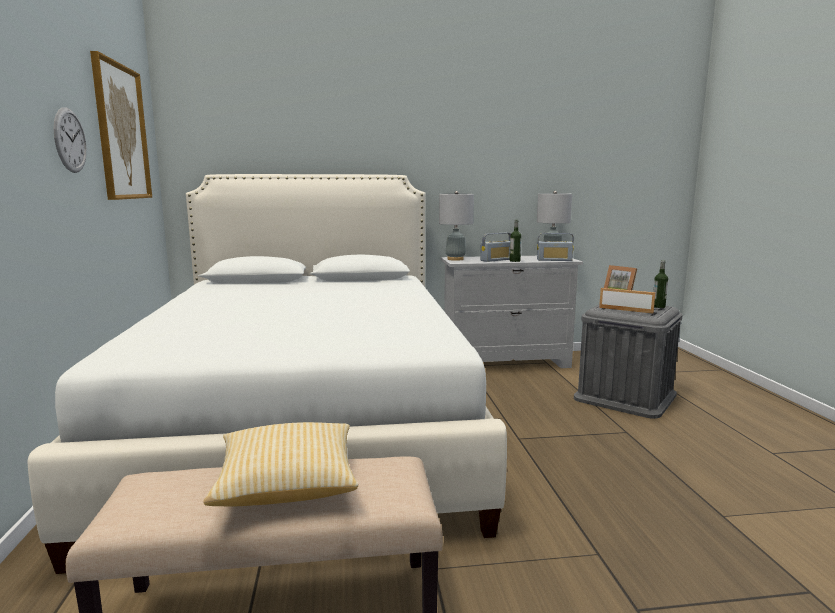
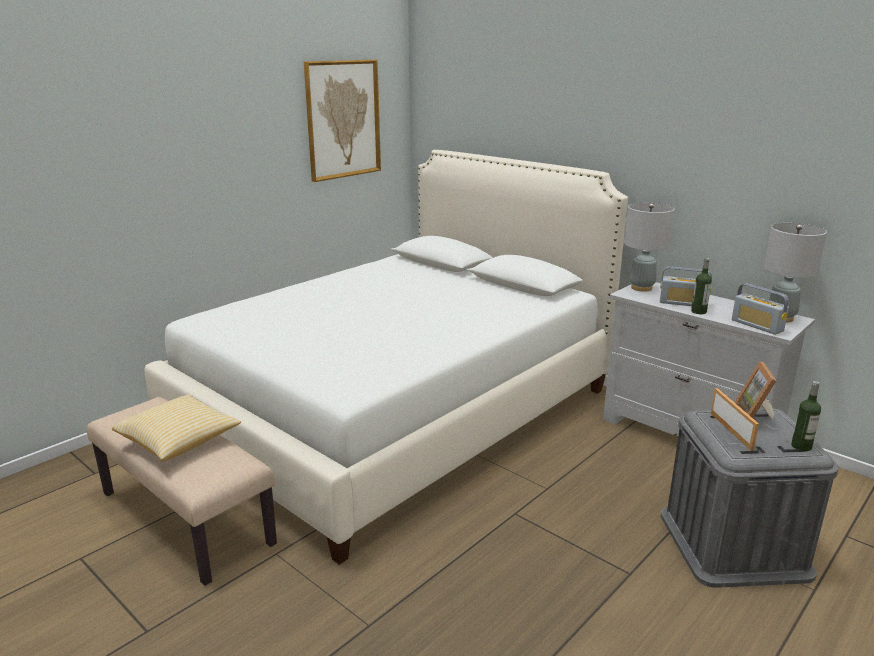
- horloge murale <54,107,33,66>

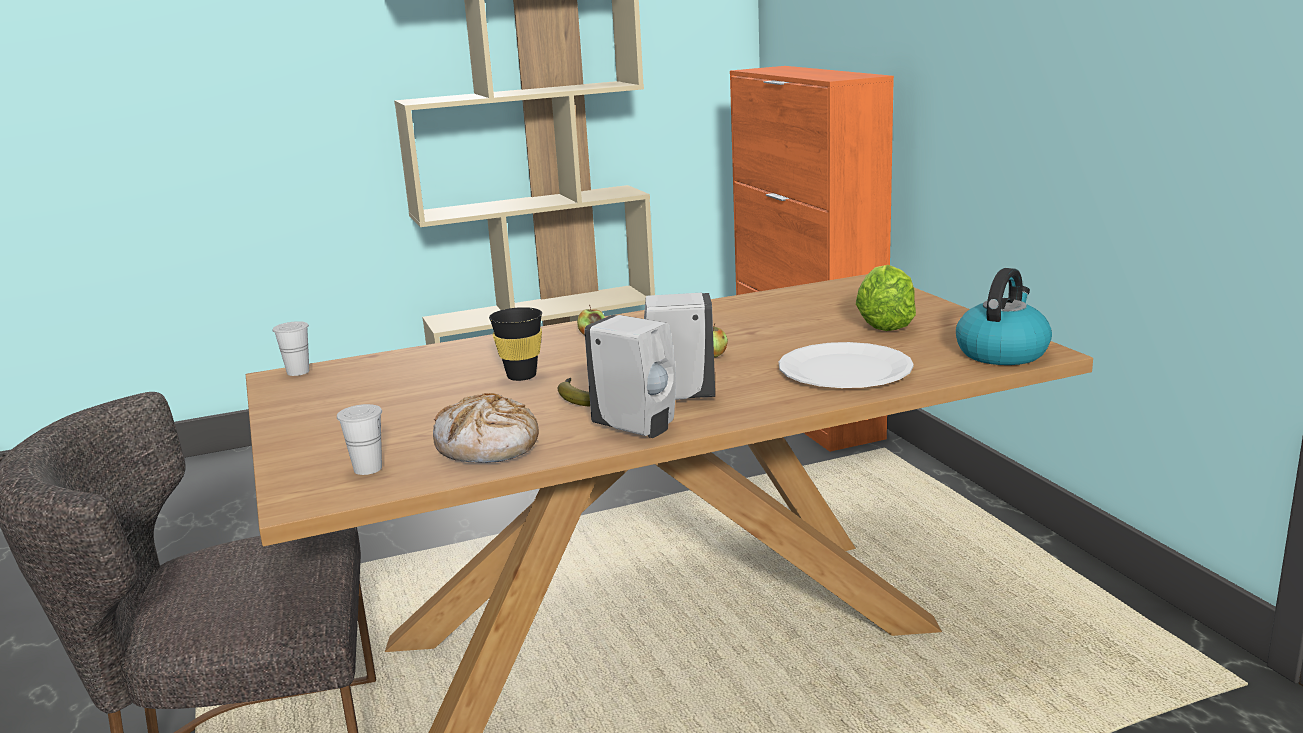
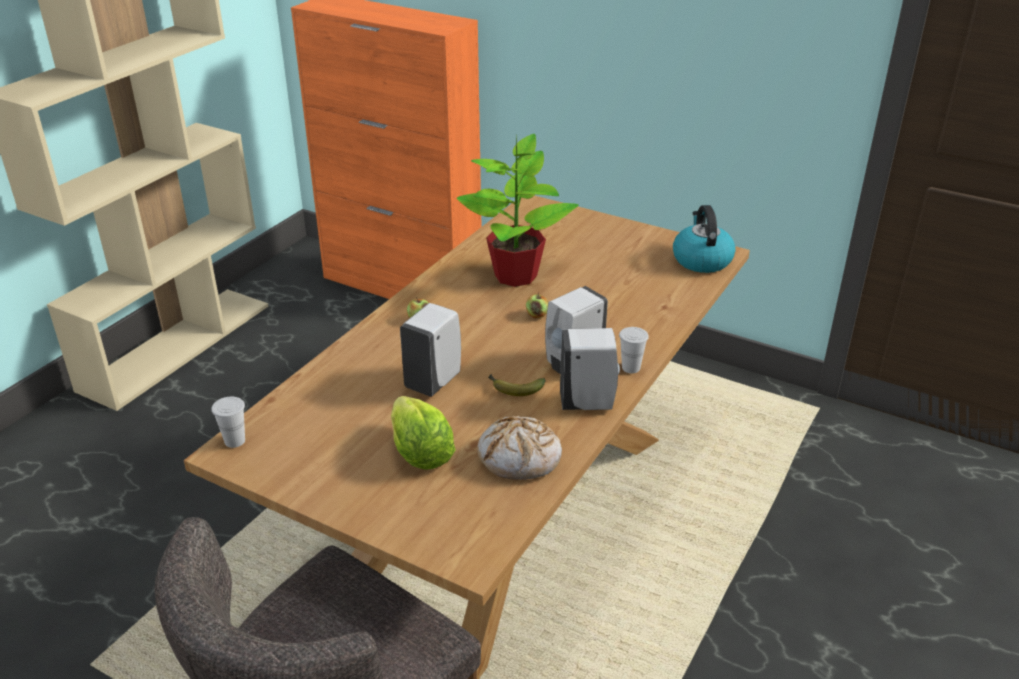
~ laitue <856,265,60,66> to <391,396,65,74>
~ tasse (noir) <489,307,53,74> to distributeur de savon (blanc) <400,303,61,94>
+ plante en pot <457,134,122,153>
~ tasse (blanc) <337,404,45,71> to <619,327,30,46>
- assiette (blanc) <779,342,135,46>

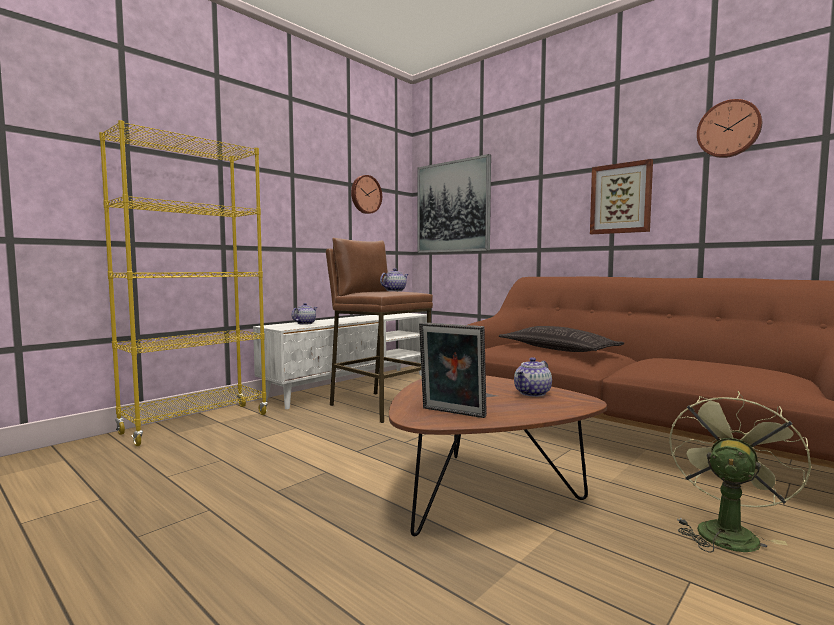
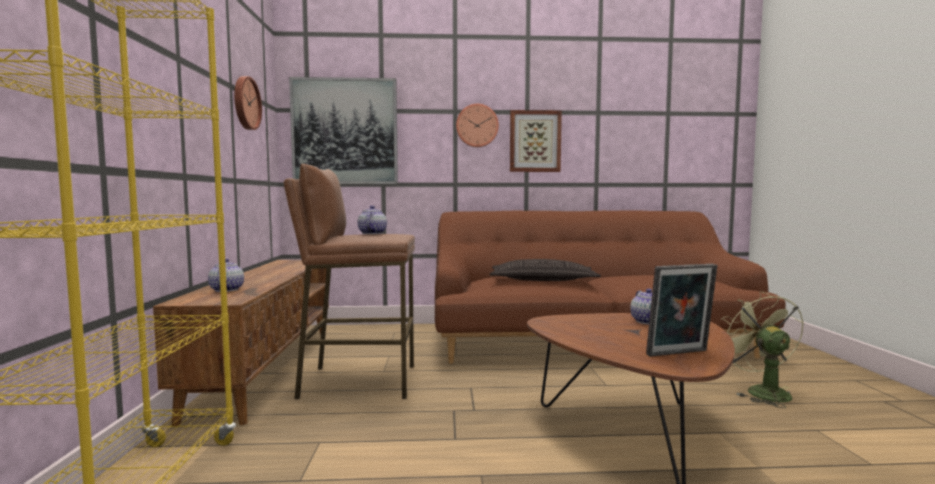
~ meuble télé (blanc) <253,313,174,96> to meuble télé (marron) <153,260,176,166>
~ horloge murale <697,99,65,59> to <456,104,43,43>

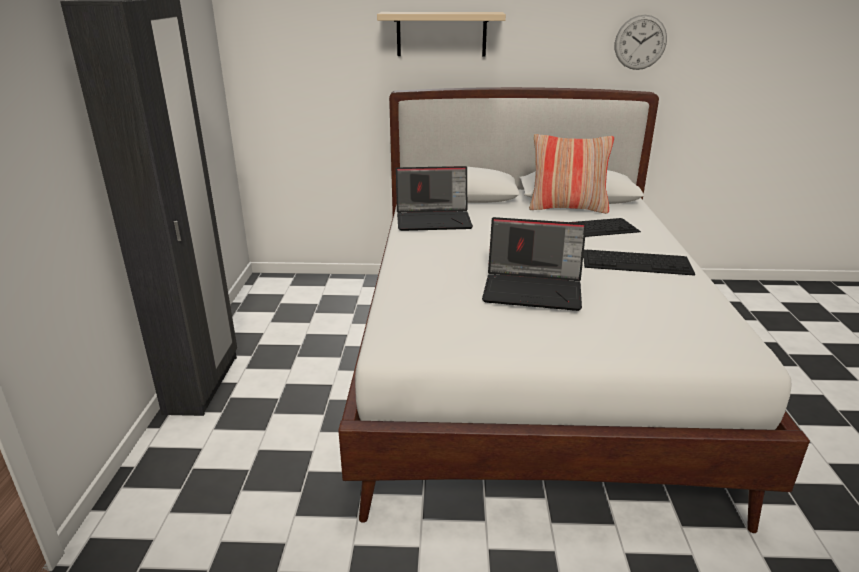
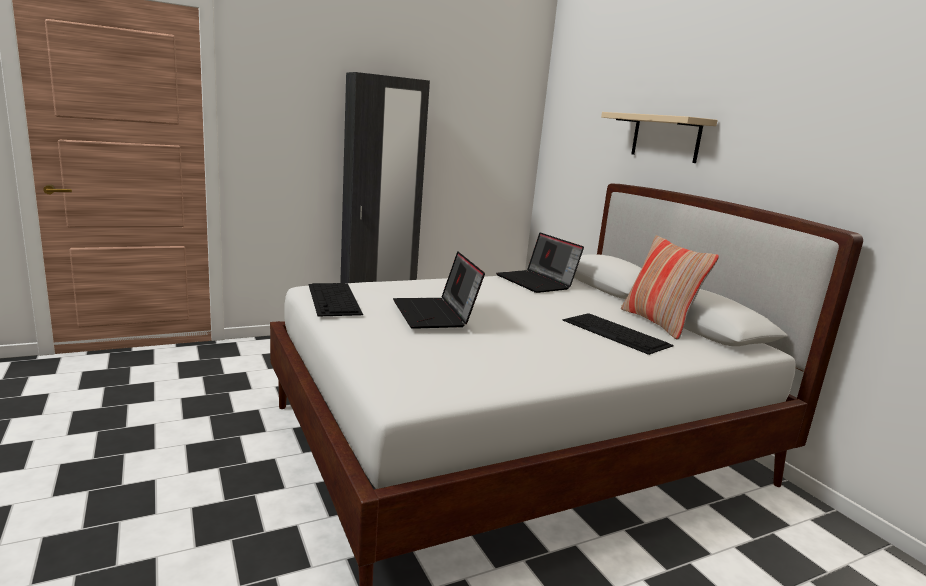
~ clavier <583,250,112,26> to <309,283,54,34>
- horloge murale <615,15,52,55>

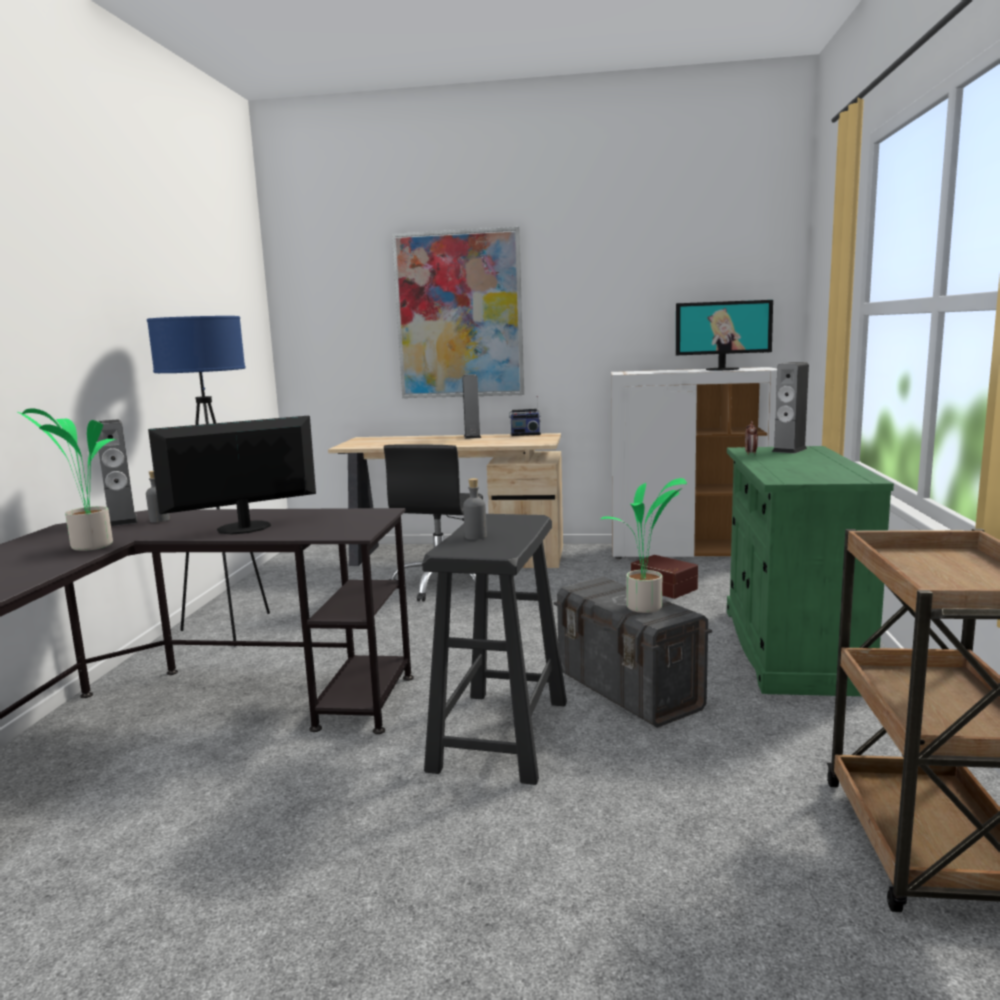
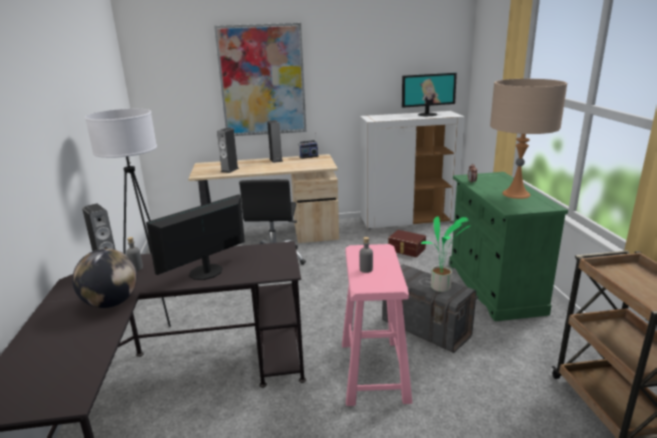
~ plante en pot <17,409,101,142> to globe <72,249,65,59>
~ lampadaire (bleu) <147,316,123,325> to lampadaire (blanc) <85,109,91,218>
~ enceinte <772,362,37,91> to <217,128,22,45>
~ tabouret (noir) <422,514,145,271> to tabouret (rose) <342,244,70,162>
+ lampe de table (beige) <490,79,77,120>

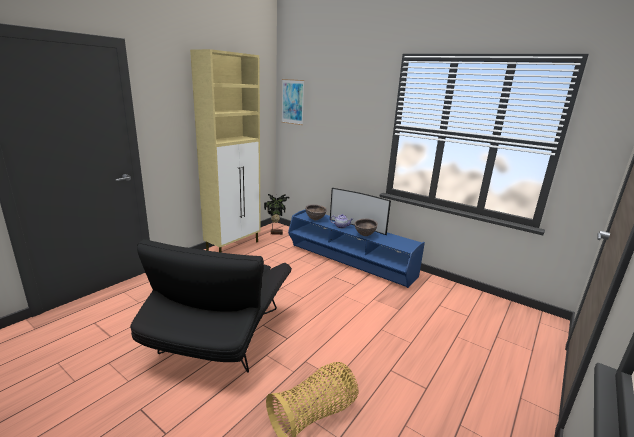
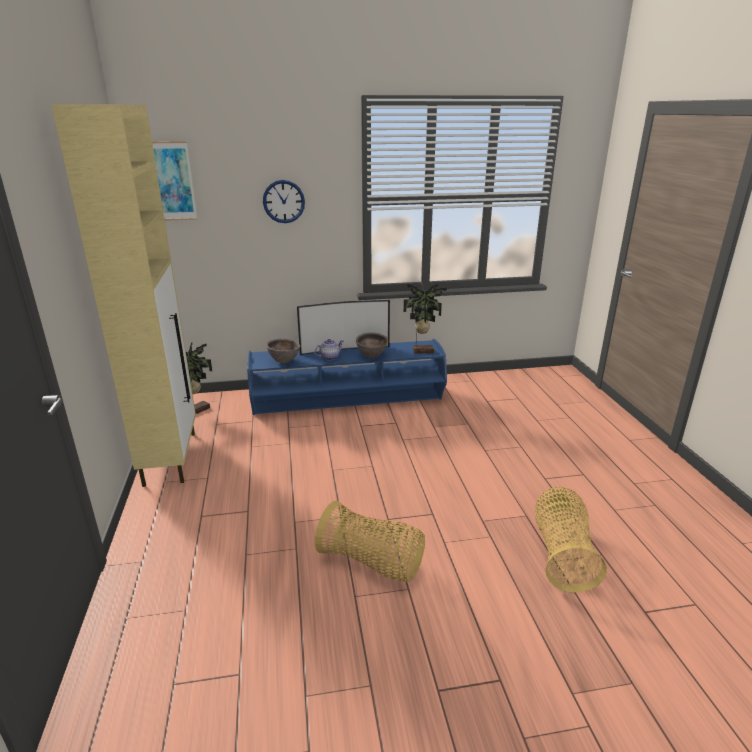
+ horloge murale <263,180,42,43>
~ fauteuil (noir) <130,239,162,134> to panier <315,501,110,81>
+ plante en pot <404,283,43,71>

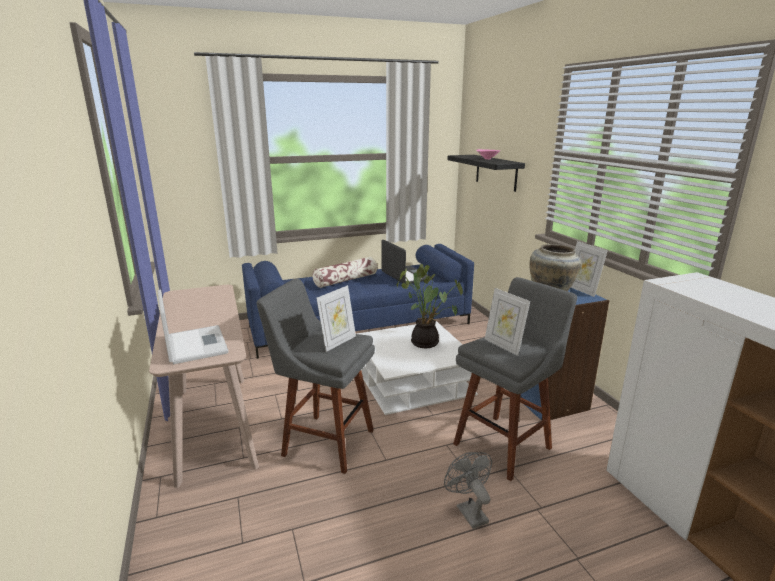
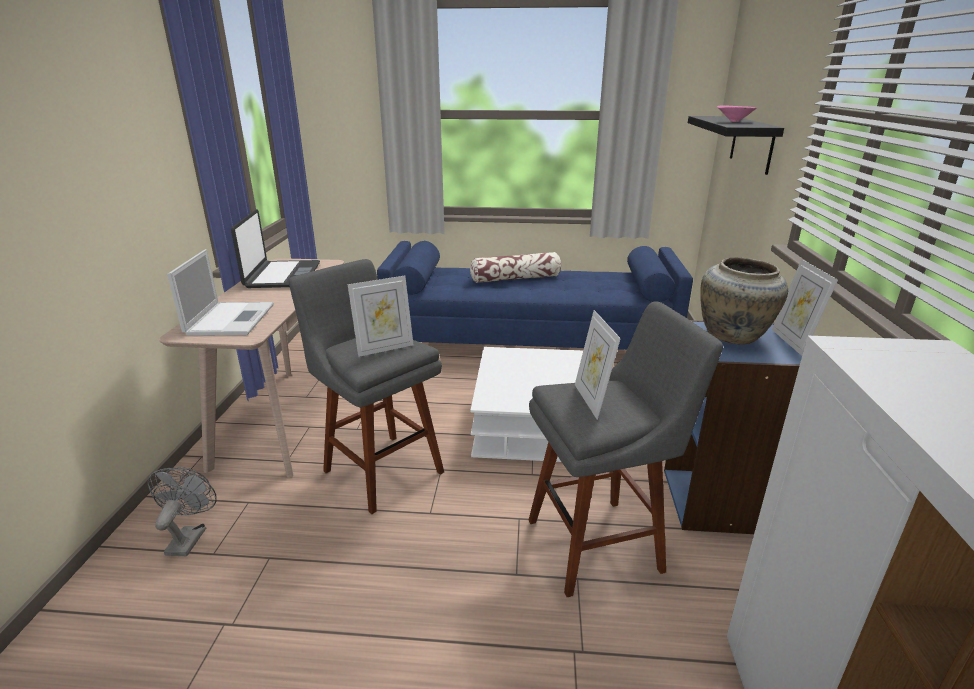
~ ventilateur (gris) <444,452,48,77> to <148,467,69,89>
~ ordinateur portable <381,240,52,44> to <231,209,89,79>
- plante en pot <396,264,67,84>

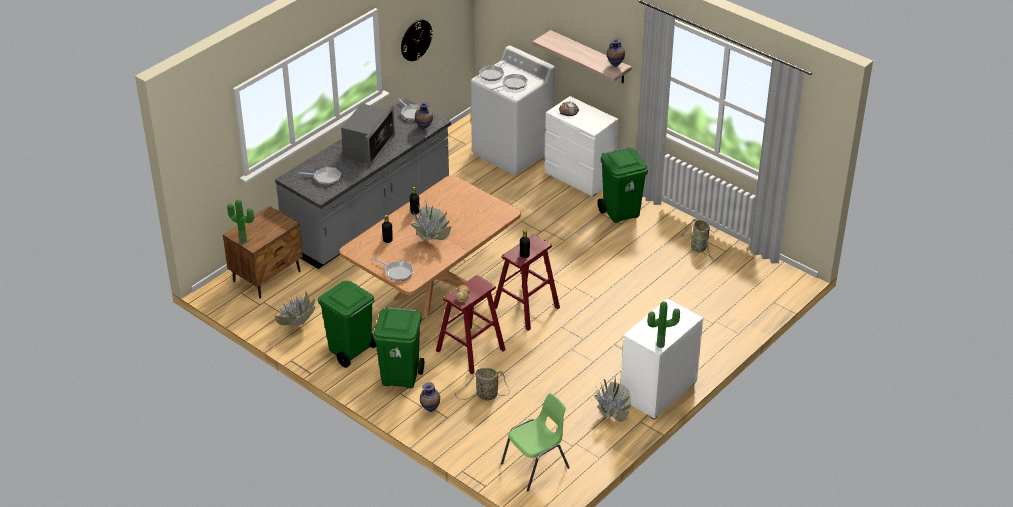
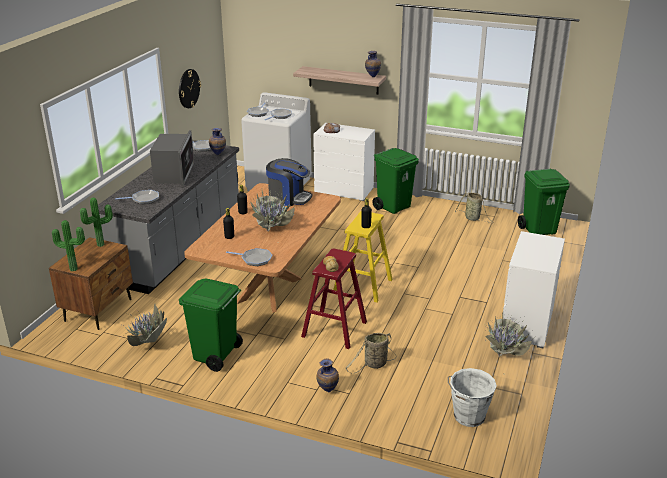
~ plante en pot <647,301,33,47> to <80,198,33,49>
+ machine à café <266,158,46,49>
~ tabouret (rouge) <494,234,66,97> to tabouret (jaune) <333,211,60,92>
~ chaise (vert) <501,393,69,98> to seau (blanc) <448,368,49,59>
~ poubelle (vert) <373,307,51,81> to <518,168,52,67>

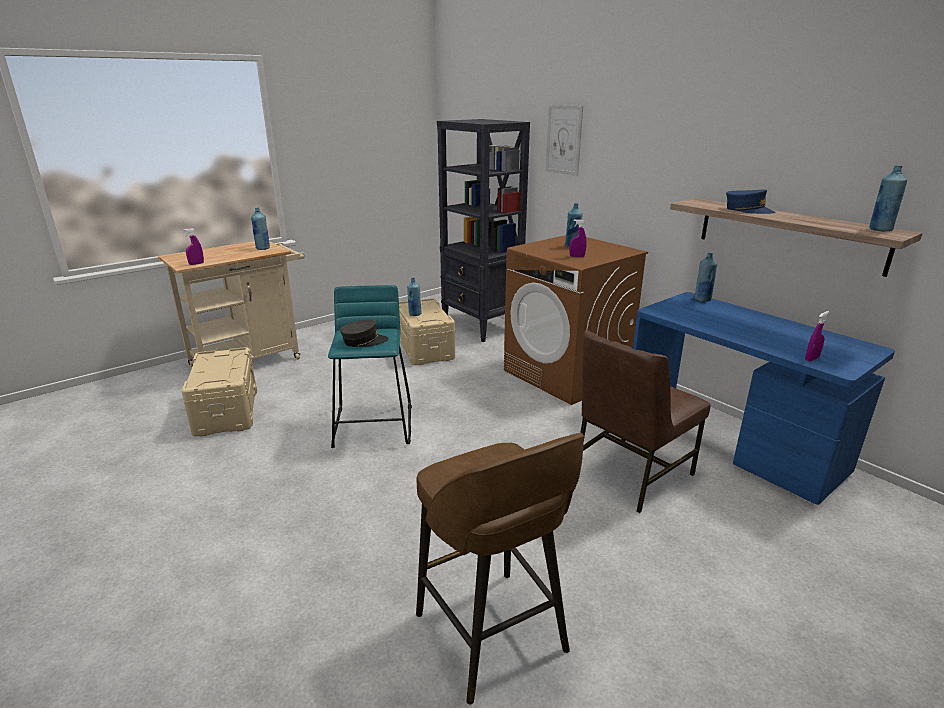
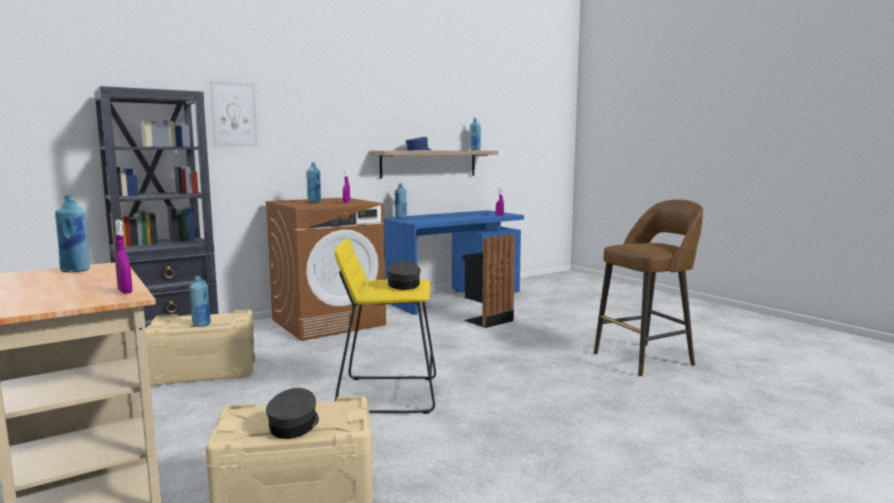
+ casquette (gris) <266,388,53,51>
~ tabouret (turquoise) <328,285,84,163> to tabouret (jaune) <335,238,101,176>
~ chaise (marron) <580,330,130,183> to poubelle (noir) <462,234,53,94>

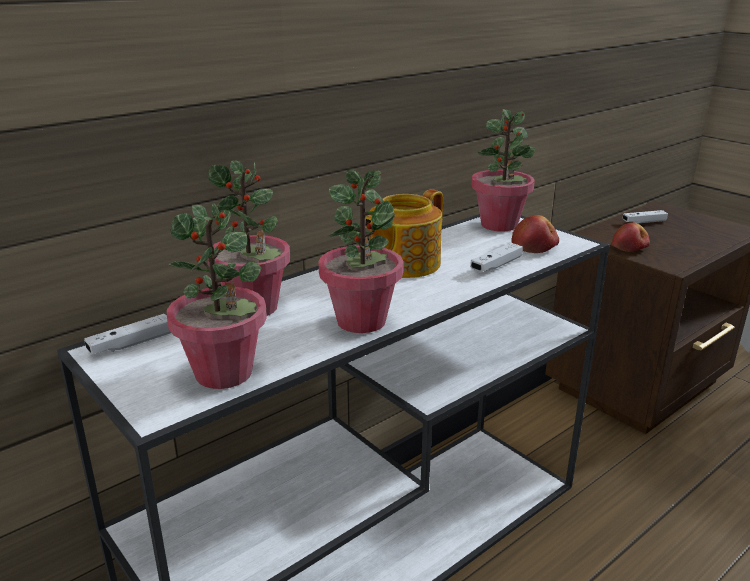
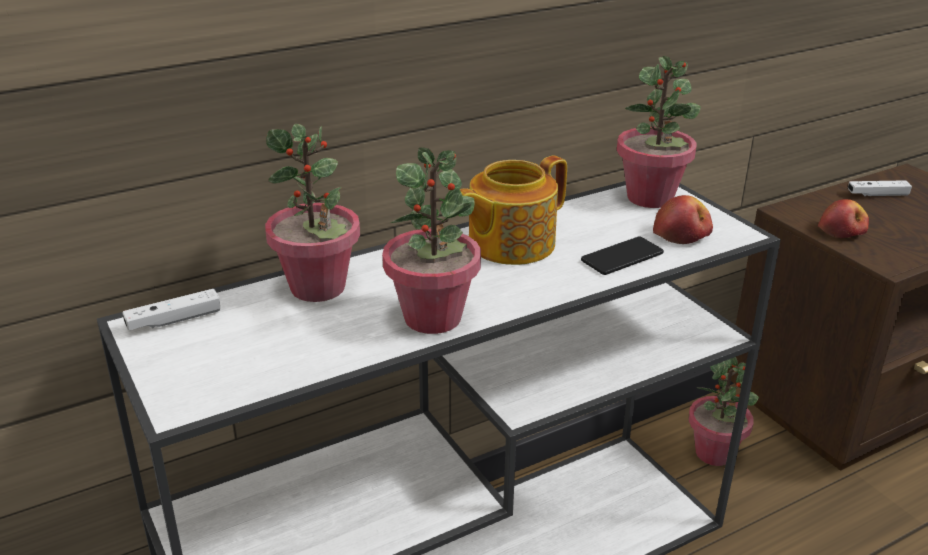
~ manette (blanc) <470,243,53,29> to téléphone <581,237,83,38>
~ plante en pot <167,203,100,186> to <688,357,71,109>

